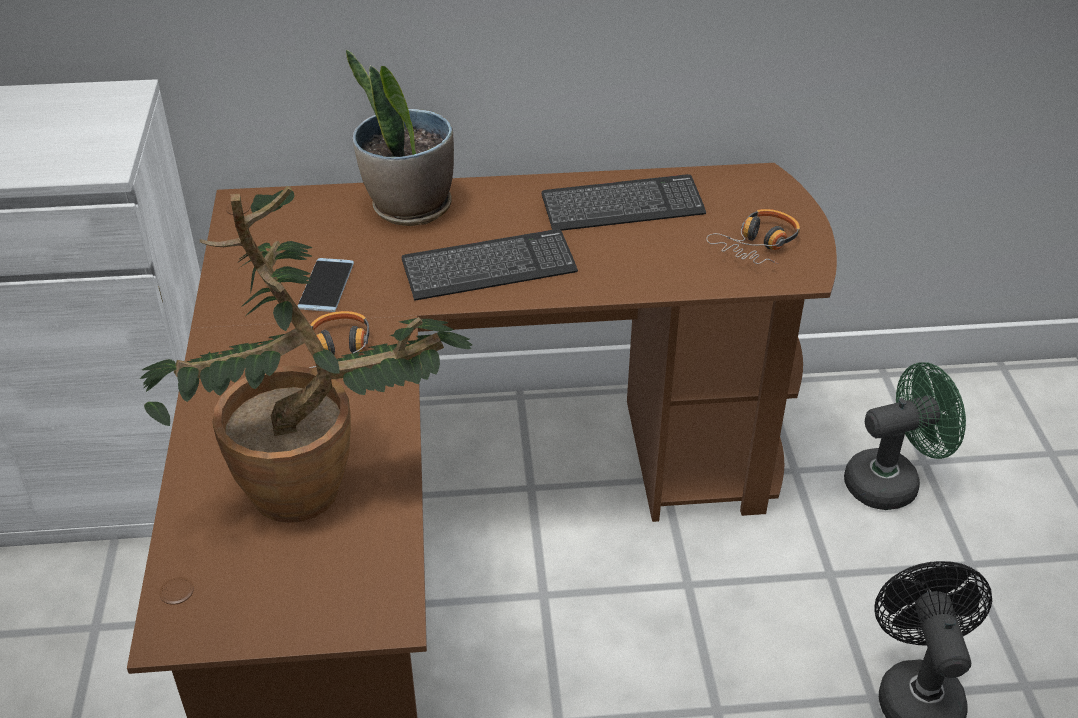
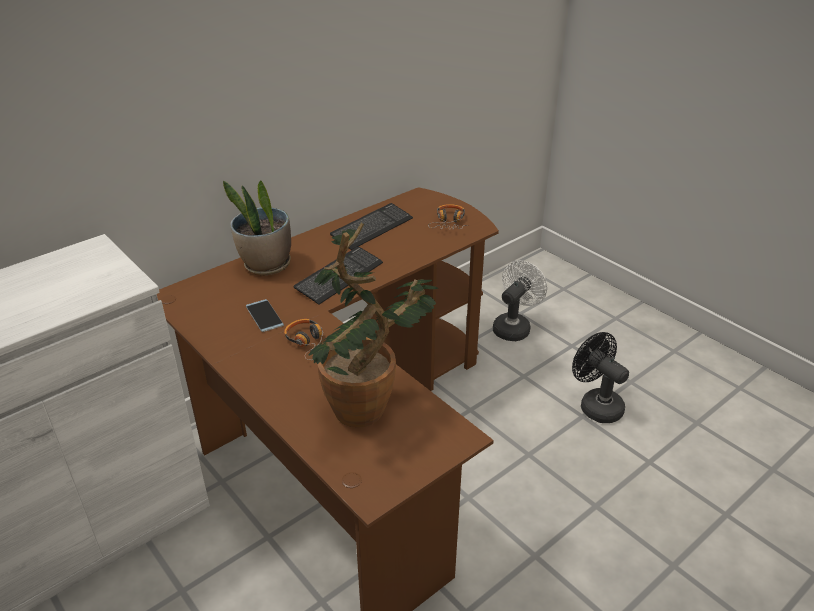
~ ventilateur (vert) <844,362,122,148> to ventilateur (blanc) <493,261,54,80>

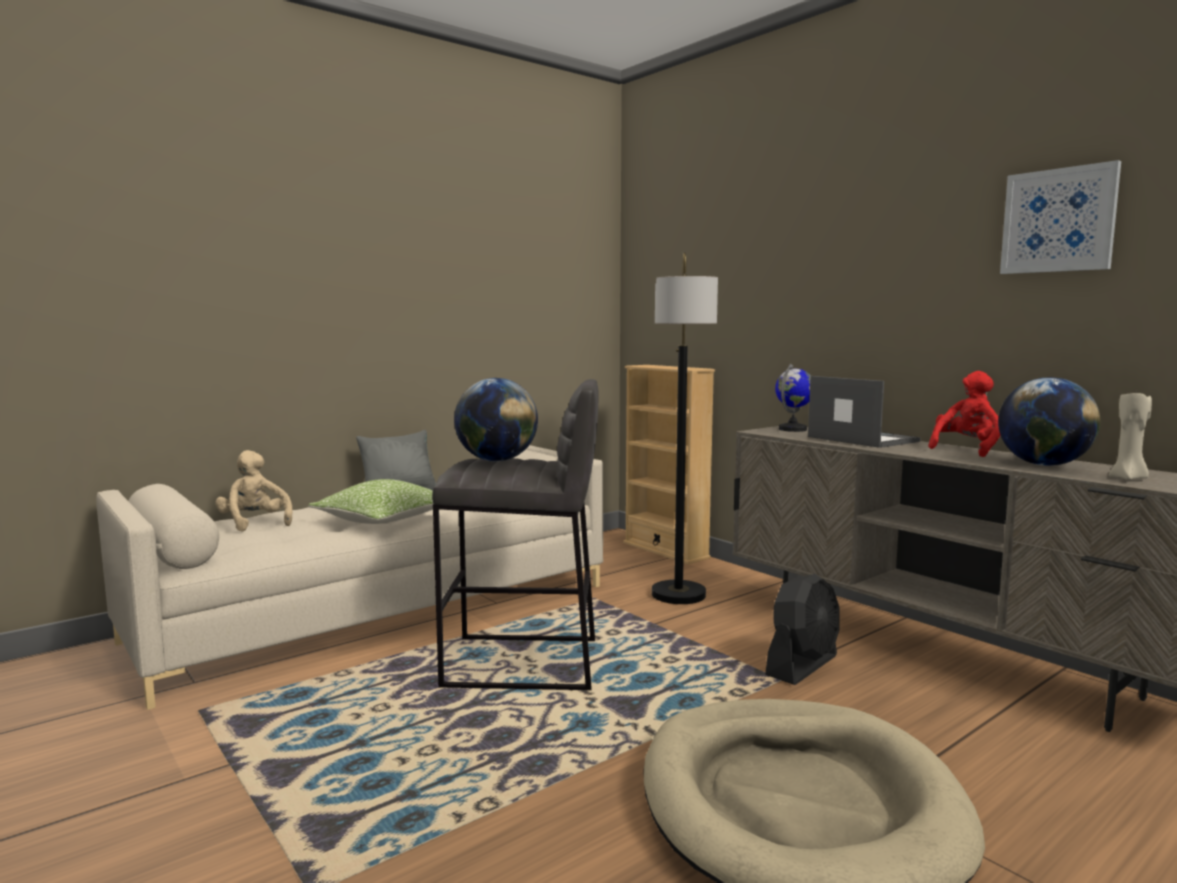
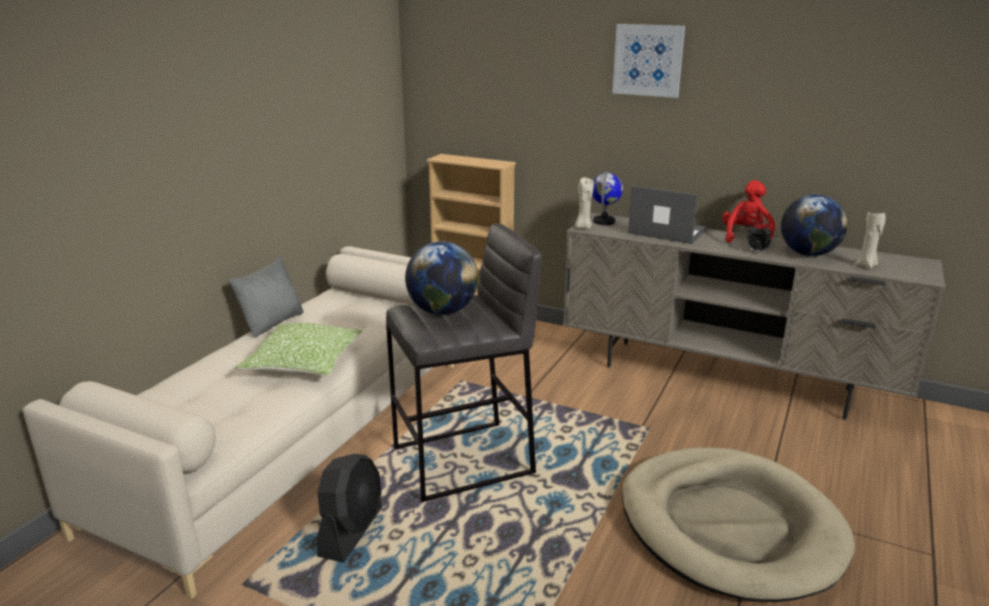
~ ventilateur (noir) <765,574,75,111> to <317,454,65,109>
+ bougie (beige) <575,178,19,51>
~ tableau <1000,160,121,114> to <612,24,73,74>
+ réveil <748,223,24,30>
- peluche (beige) <215,450,78,82>
- lampadaire <652,251,66,353>

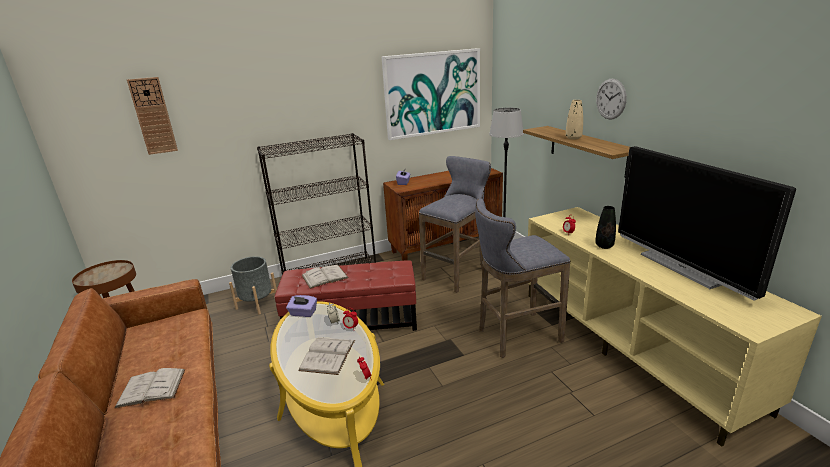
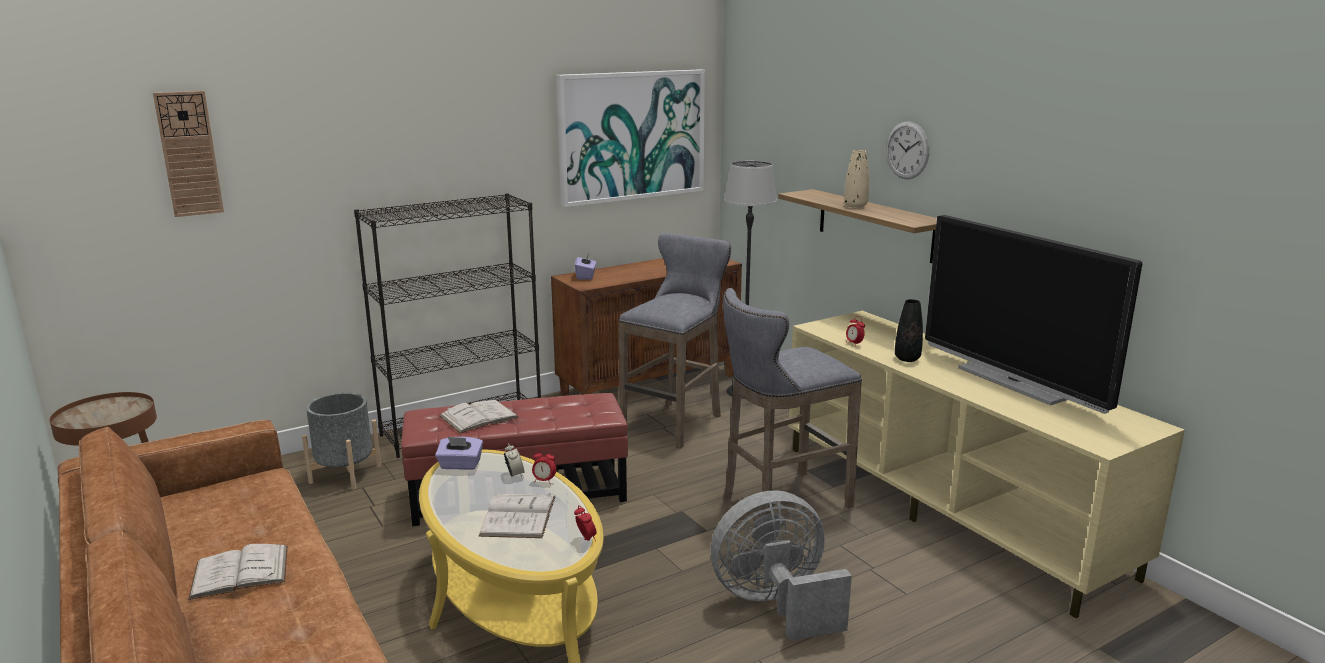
+ ventilateur (gris) <711,490,141,151>

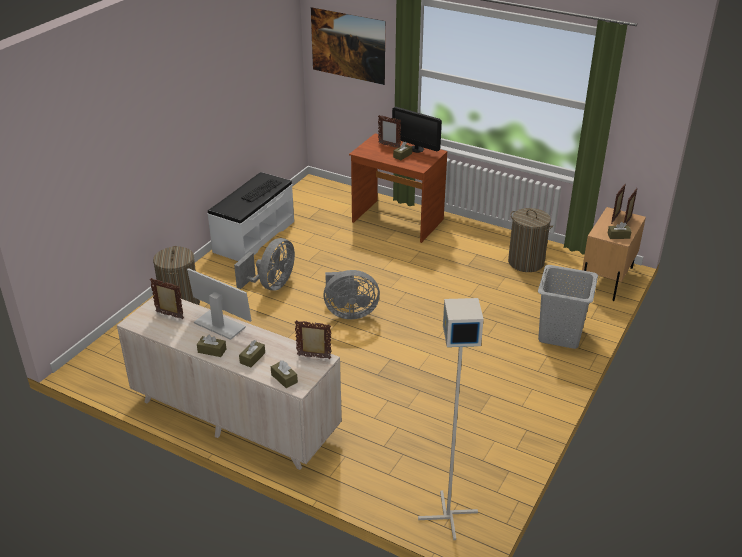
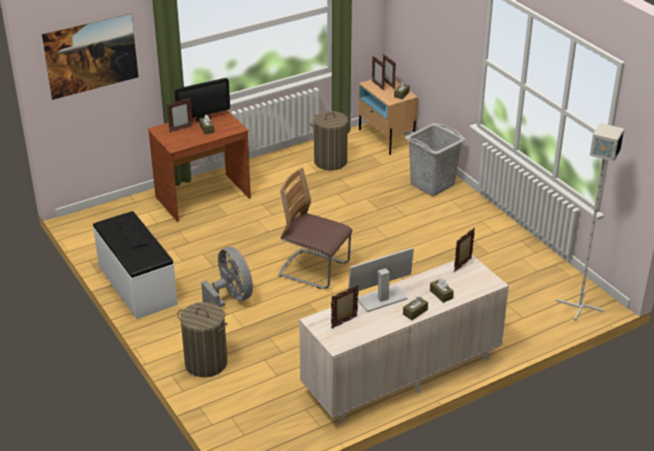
~ ventilateur (gris) <324,270,56,49> to chaise <279,168,73,121>
- boîte à mouchoirs (marron) <271,360,27,28>

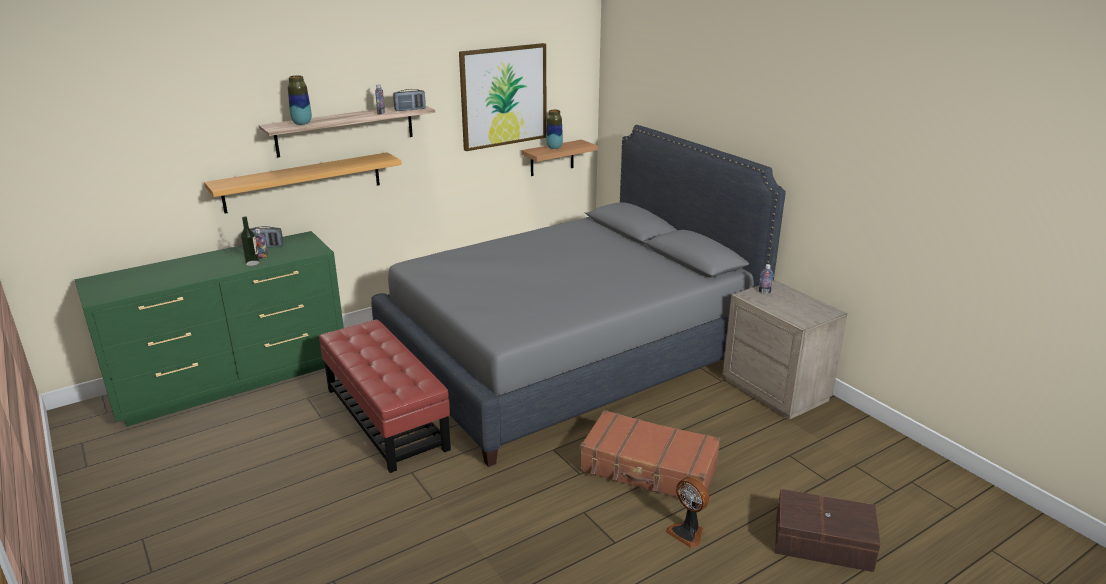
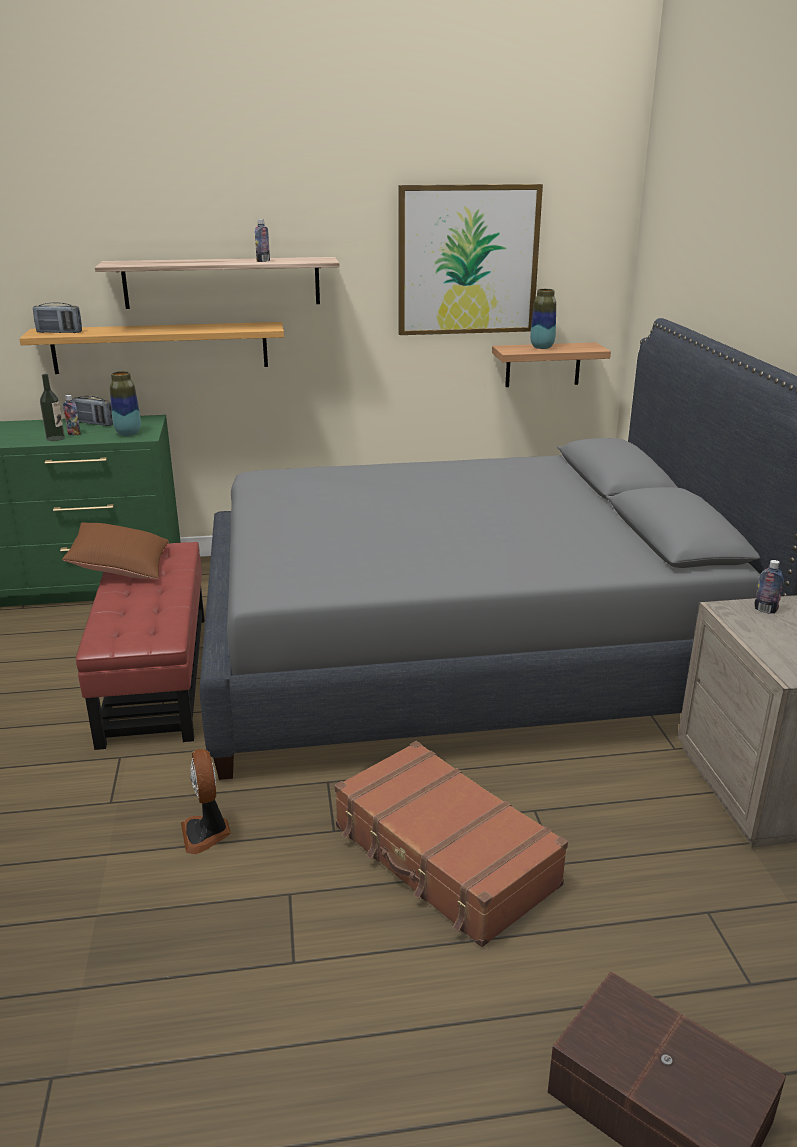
~ radio <393,89,33,22> to <33,302,49,31>
+ coussin (marron) <62,522,107,57>
~ vase <288,75,24,50> to <110,371,31,65>
~ ventilateur <666,477,43,71> to <181,749,50,105>

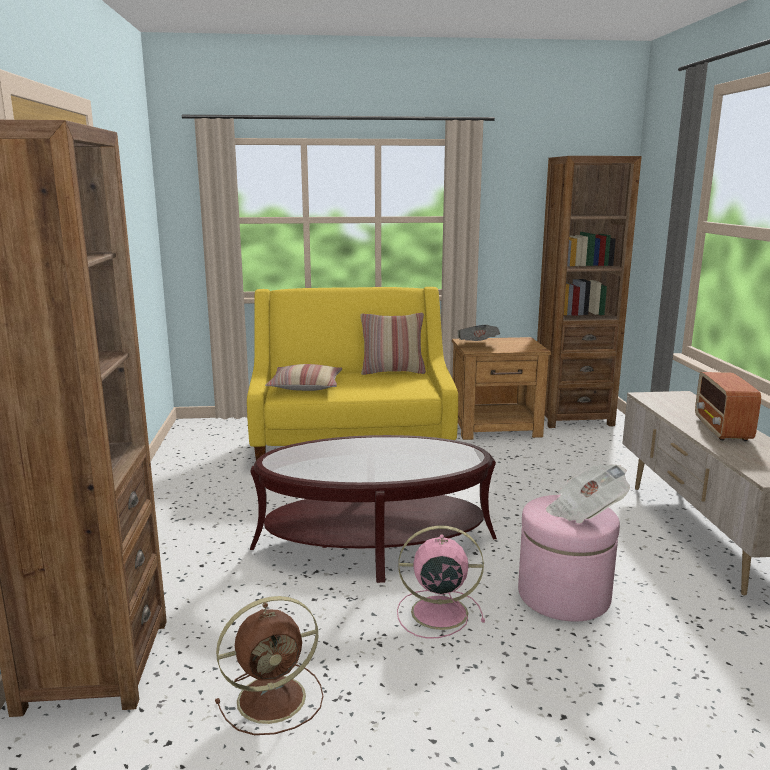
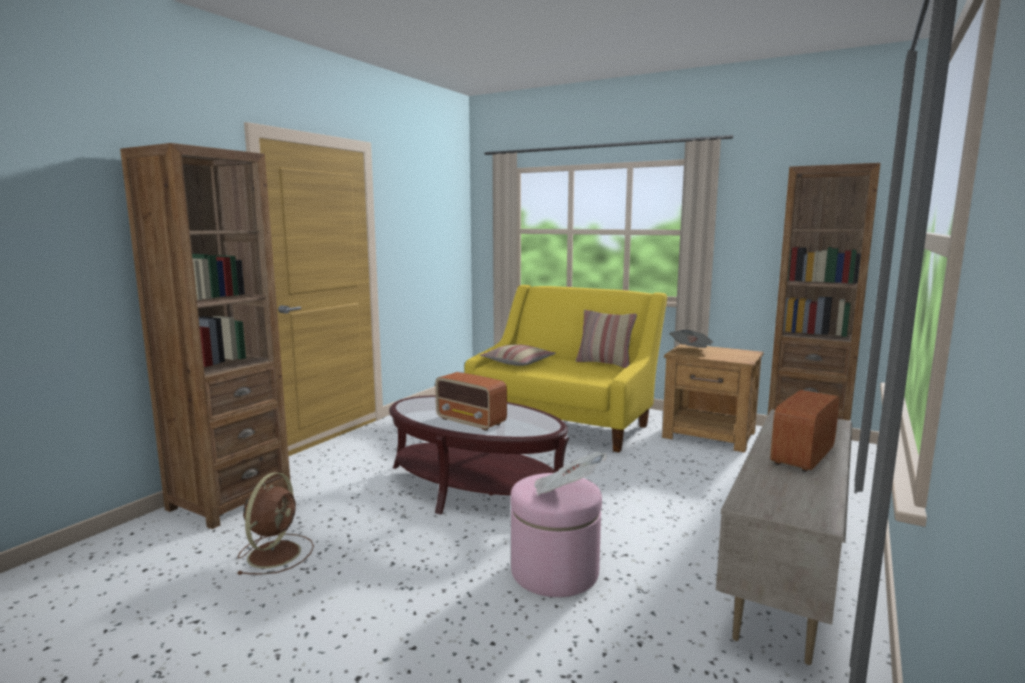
~ ventilateur (marron) <215,596,108,139> = <237,472,77,103> 90 degrees counterclockwise
+ radio <435,372,72,59>
- ventilateur (rose) <397,525,88,114>

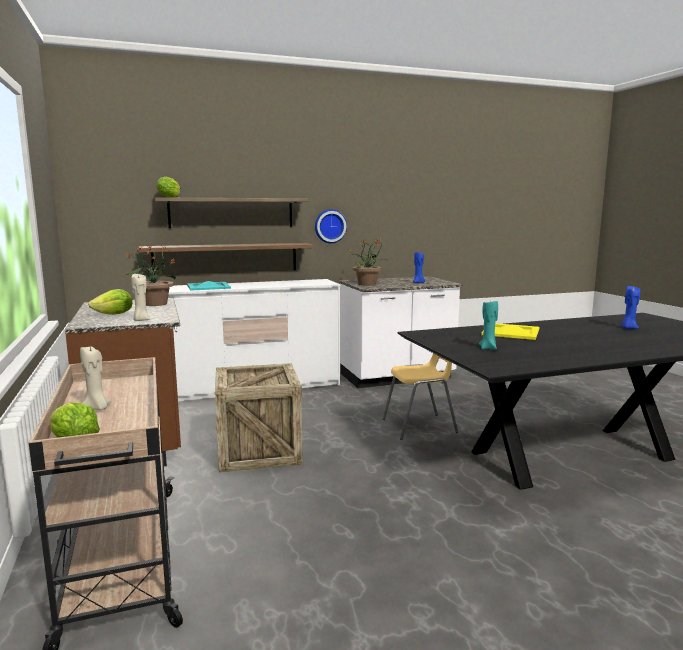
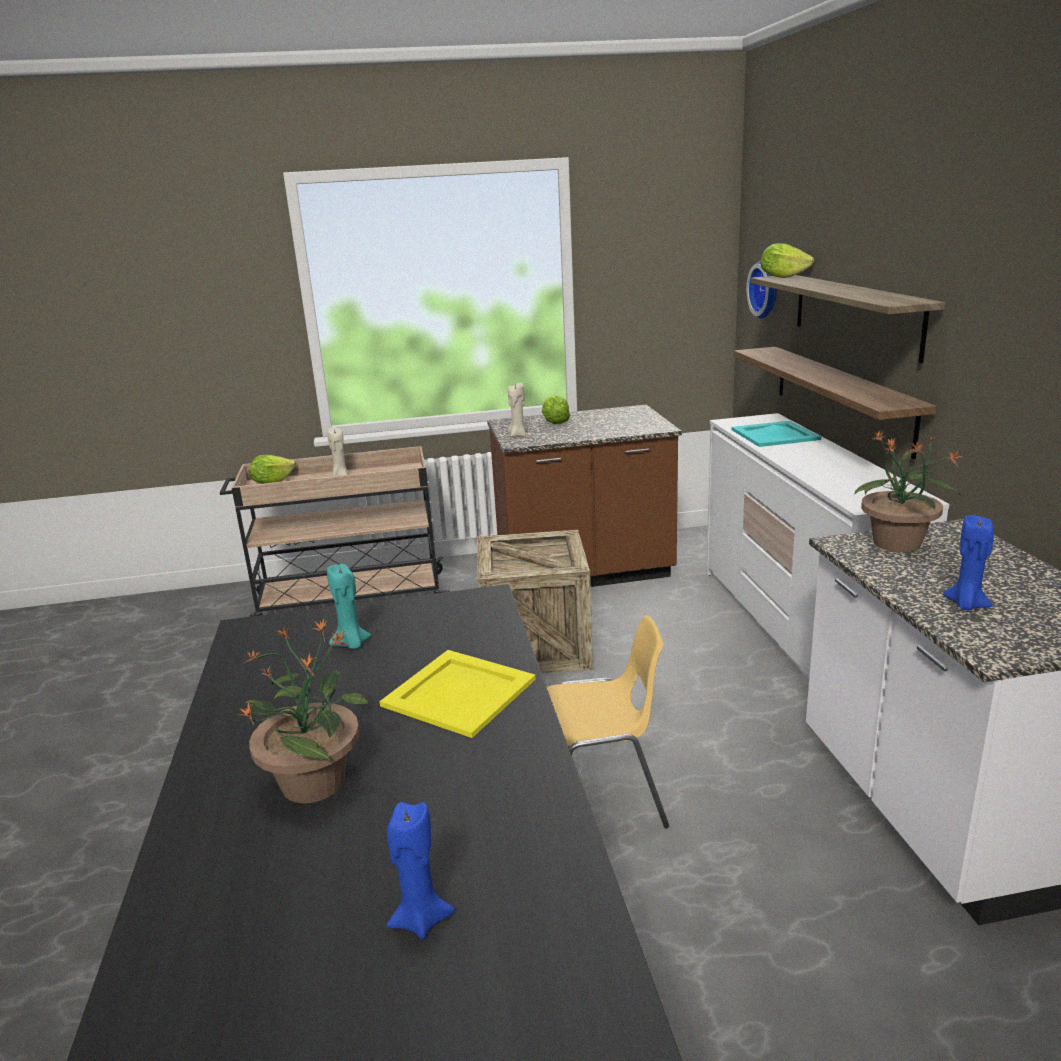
~ plante en pot <125,245,52,61> to <237,618,134,185>
~ chaise (jaune) <383,353,75,87> = <547,615,122,214> 90 degrees counterclockwise
~ horloge murale <315,209,32,34> to <746,261,31,58>

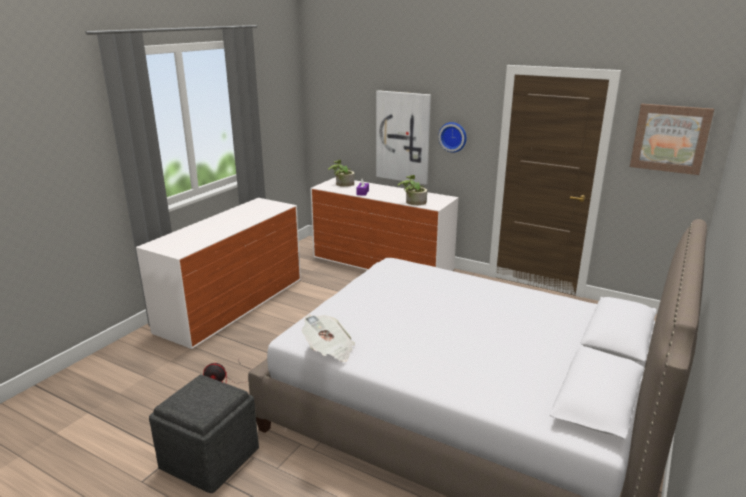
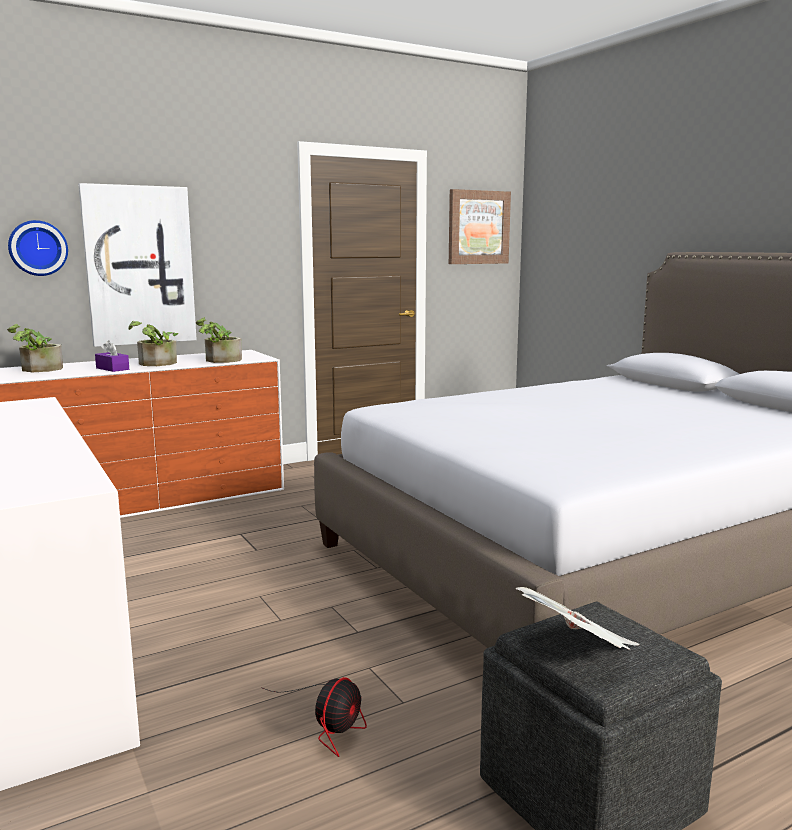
~ horloge murale <438,122,29,30> to <8,220,60,56>
+ plante en pot <128,321,50,45>
~ journal <302,315,53,47> to <515,587,125,63>

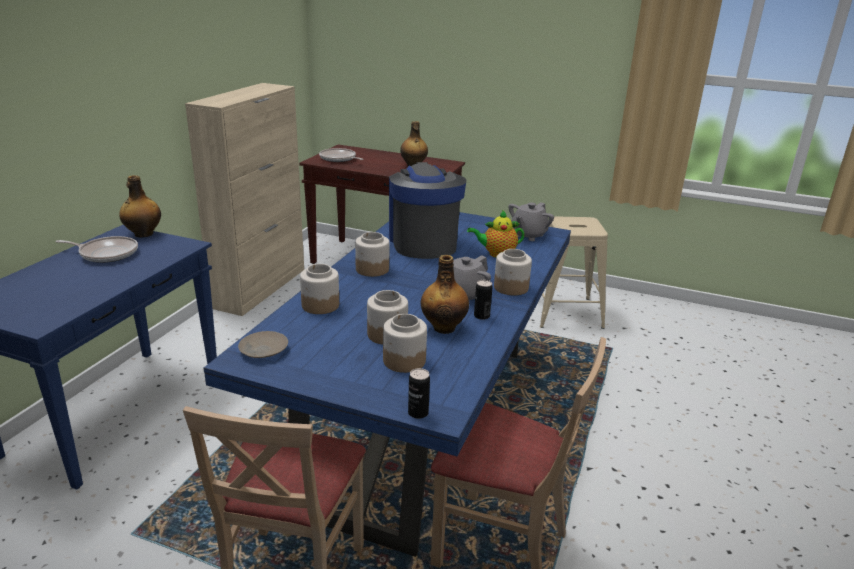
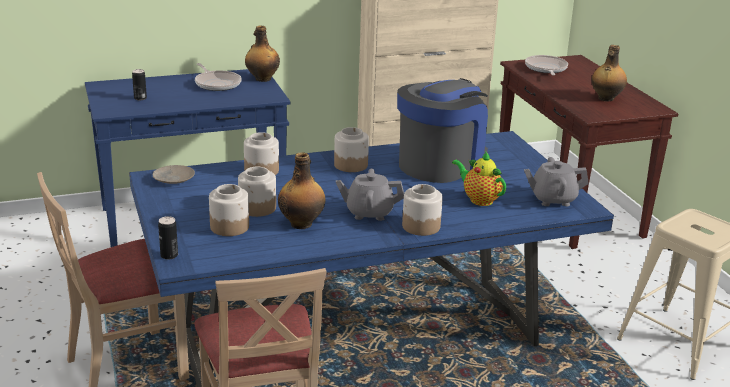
~ boîte métallique <474,280,19,40> to <132,69,15,31>

